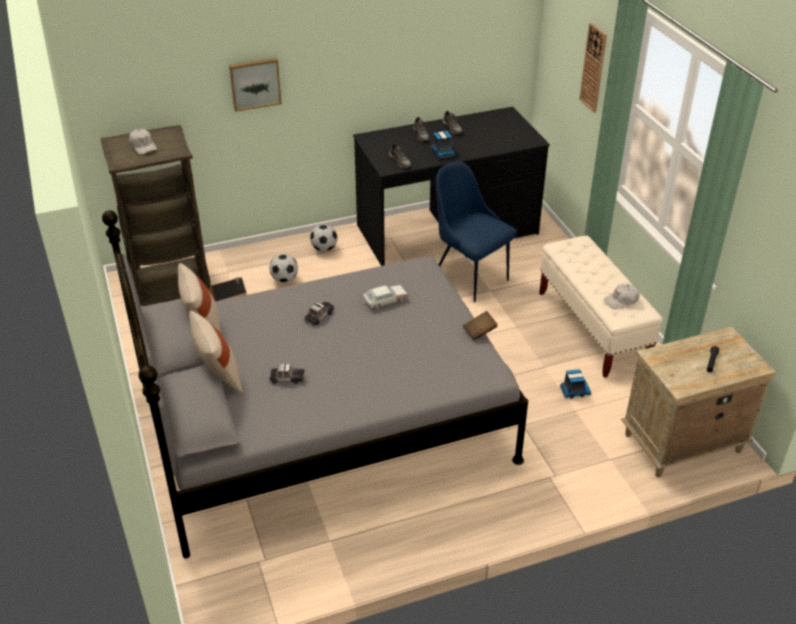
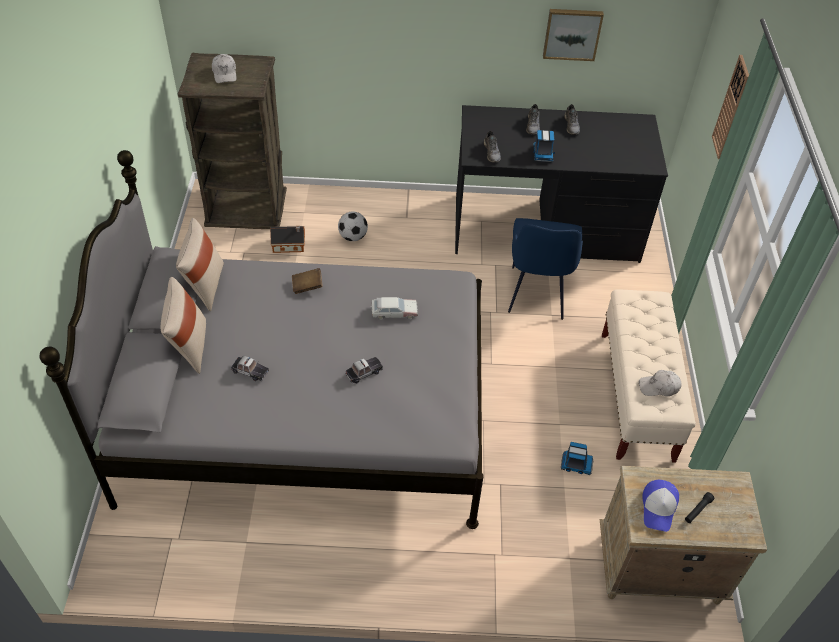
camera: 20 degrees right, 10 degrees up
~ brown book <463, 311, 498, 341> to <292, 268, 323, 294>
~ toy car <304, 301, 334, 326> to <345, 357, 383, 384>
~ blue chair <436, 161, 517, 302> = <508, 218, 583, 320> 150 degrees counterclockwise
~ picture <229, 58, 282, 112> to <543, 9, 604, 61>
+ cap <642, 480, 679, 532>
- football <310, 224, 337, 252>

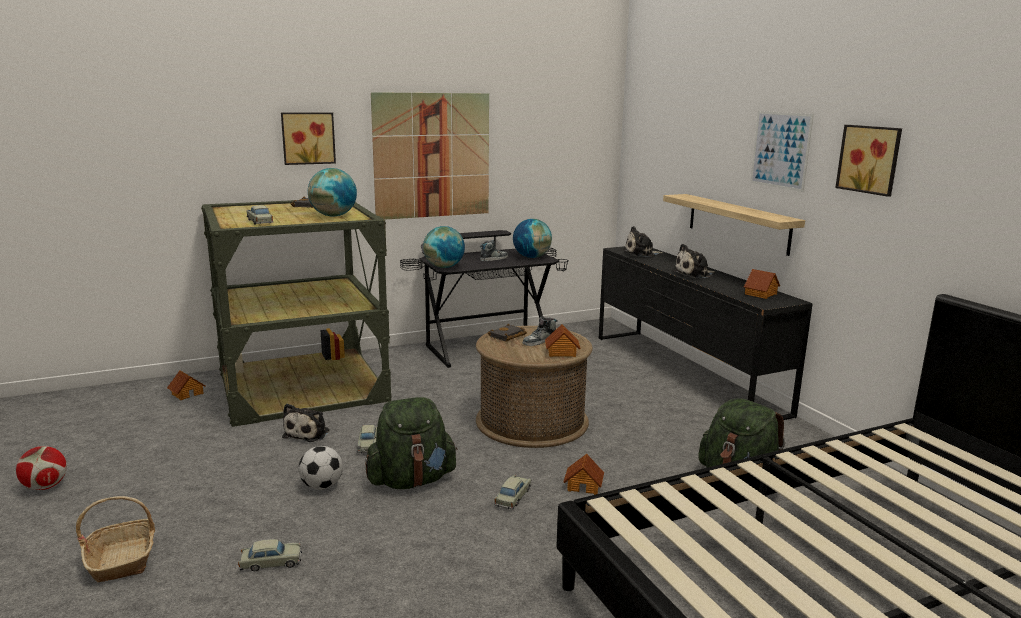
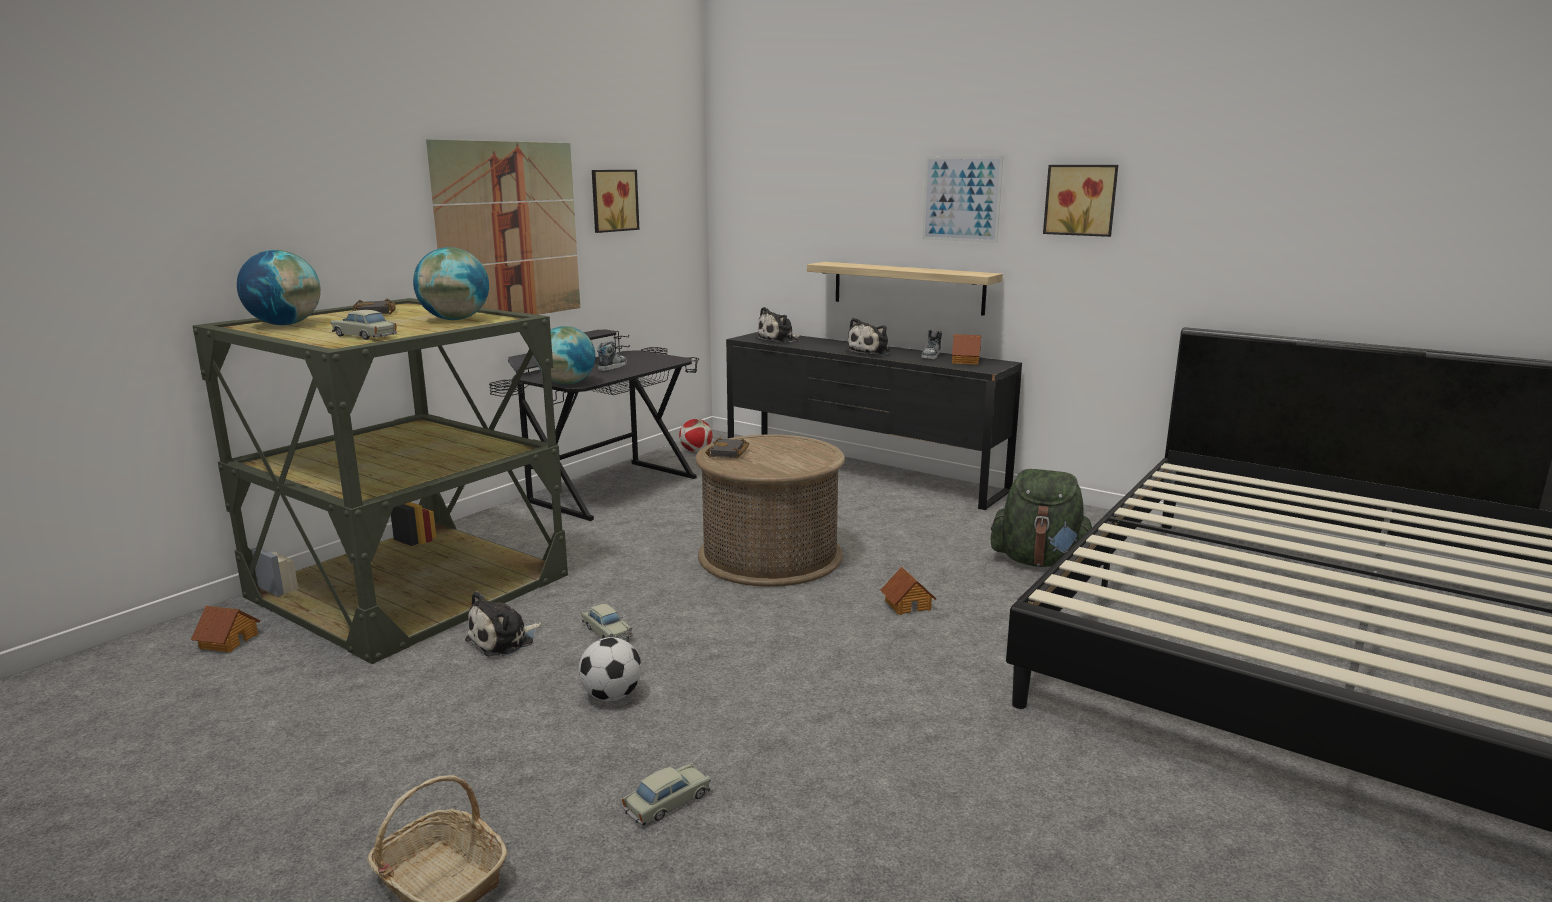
camera: 30 degrees left, 0 degrees up
~ globe <513, 219, 552, 258> to <237, 250, 321, 325>
~ plush toy <282, 403, 330, 442> = <465, 591, 542, 657> 60 degrees clockwise
~ picture <281, 112, 336, 165> to <592, 170, 639, 233>
~ football <16, 446, 67, 490> to <679, 419, 713, 452>
~ shoe <522, 317, 558, 346> to <921, 330, 942, 359>
- green backpack <365, 397, 458, 489>
- beige toy car <494, 474, 531, 509>
- toy house <545, 324, 581, 357>

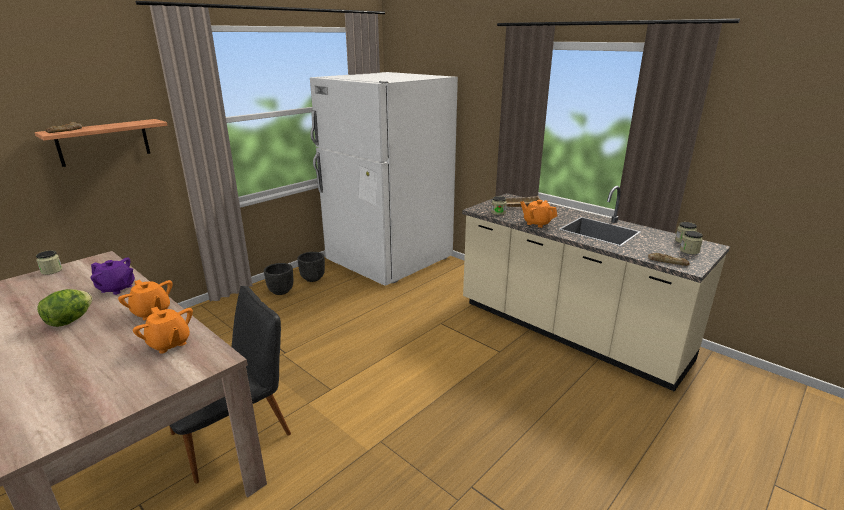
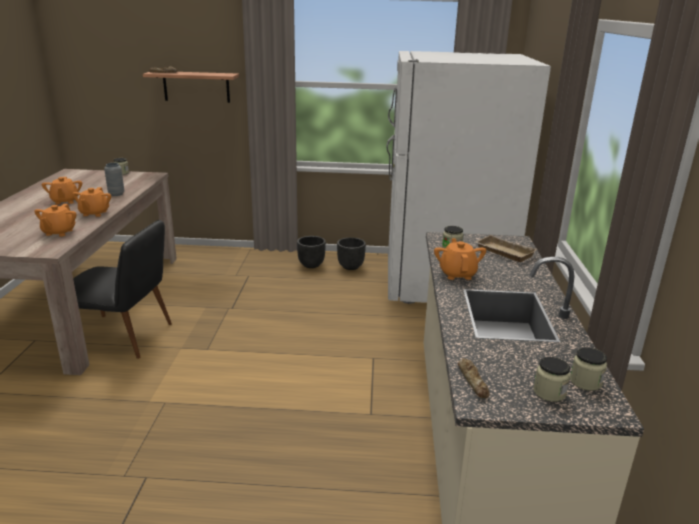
camera: 50 degrees right, 0 degrees up
~ lettuce <37, 289, 92, 327> to orange teapot <42, 177, 82, 205>
~ purple teapot <91, 258, 135, 295> to grey vase <104, 163, 124, 196>

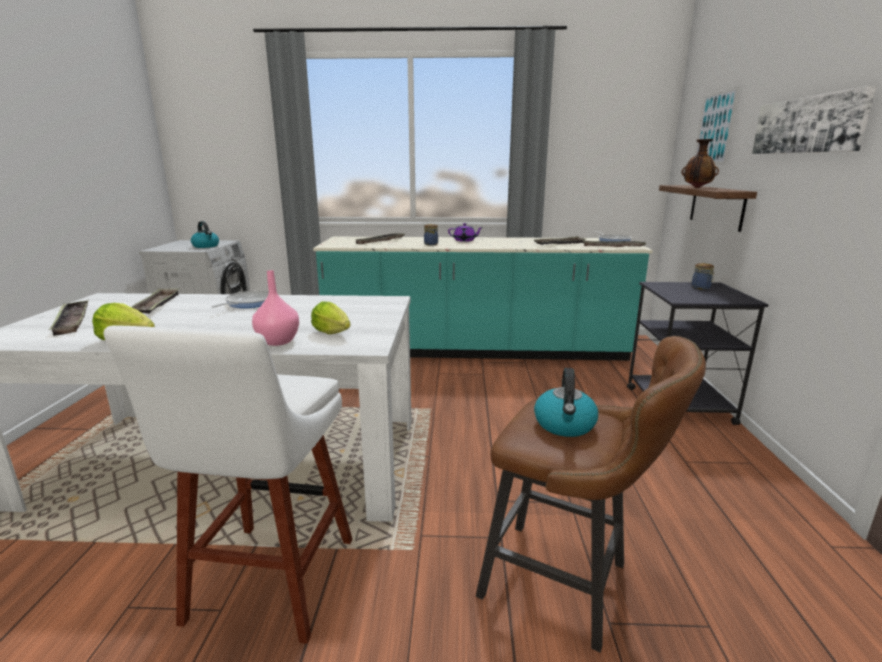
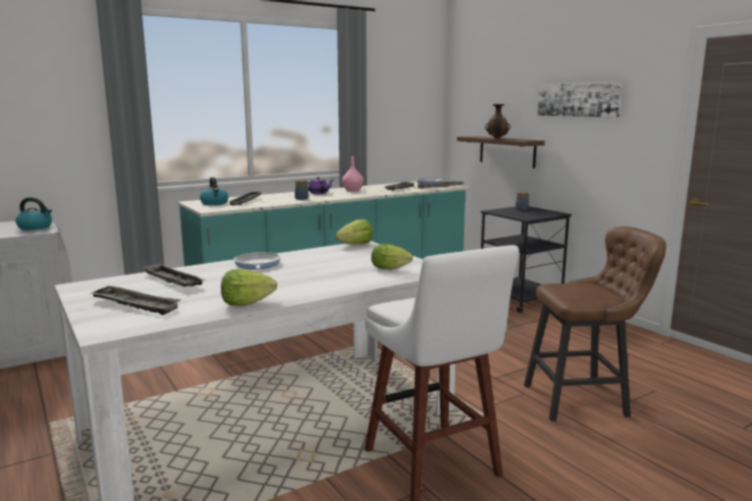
camera: 35 degrees left, 5 degrees down
~ kettle <534, 368, 598, 437> to <200, 177, 228, 205>
+ lettuce <335, 219, 373, 245>
~ pink vase <252, 270, 299, 346> to <342, 156, 363, 192>
- picture <694, 86, 740, 164>

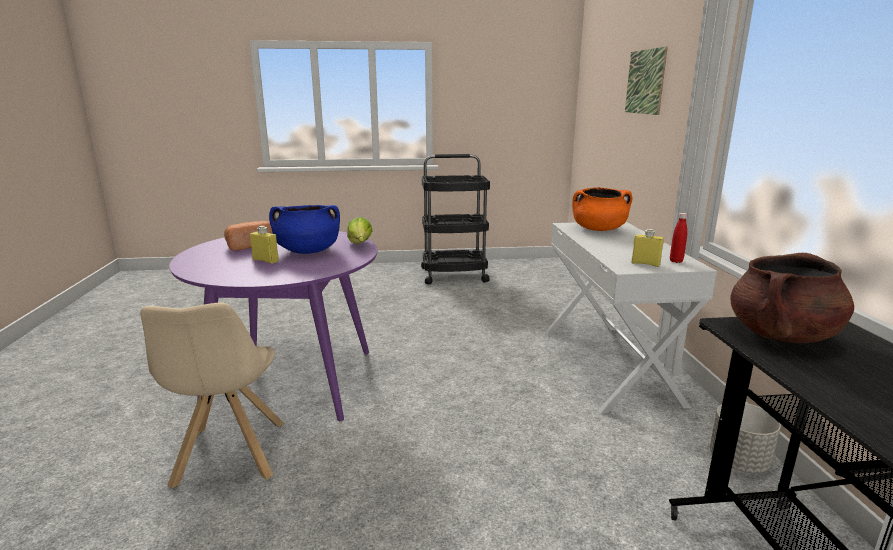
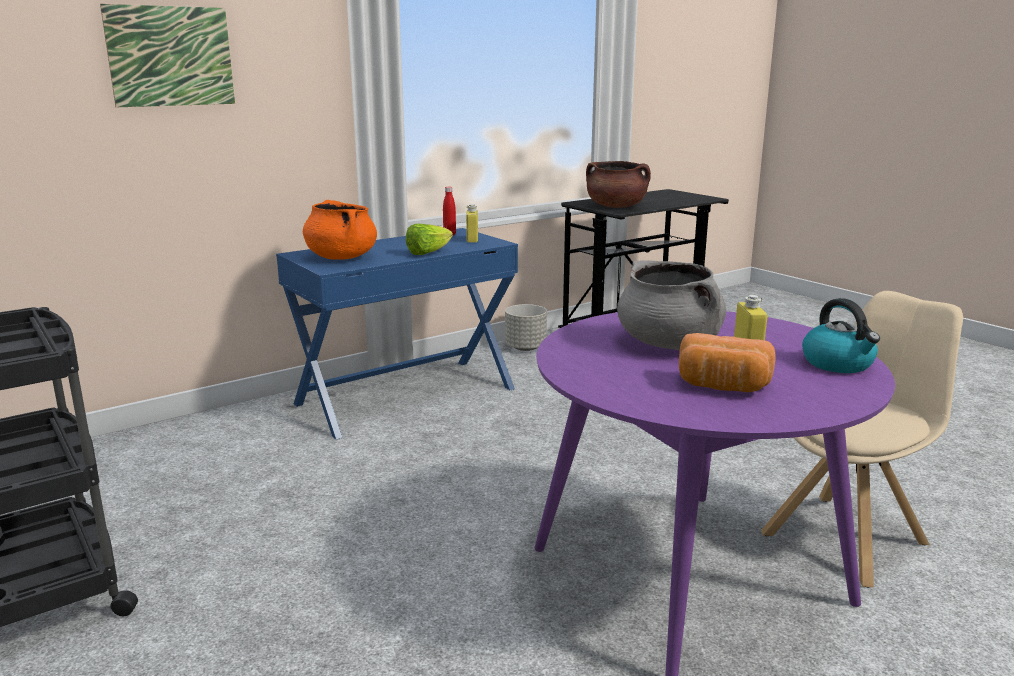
camera: 120 degrees left, 0 degrees up
~ white console table <546, 222, 717, 414> to blue console table <276, 228, 518, 440>
~ lettuce <347, 217, 373, 244> to <406, 224, 453, 255>
~ blue cooking pot <269, 205, 340, 254> to grey cooking pot <617, 260, 726, 350>
+ kettle <802, 298, 880, 373>

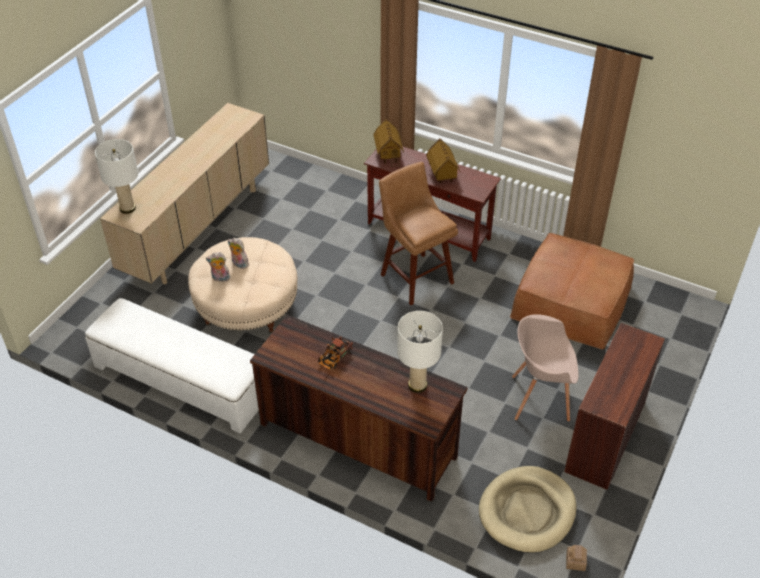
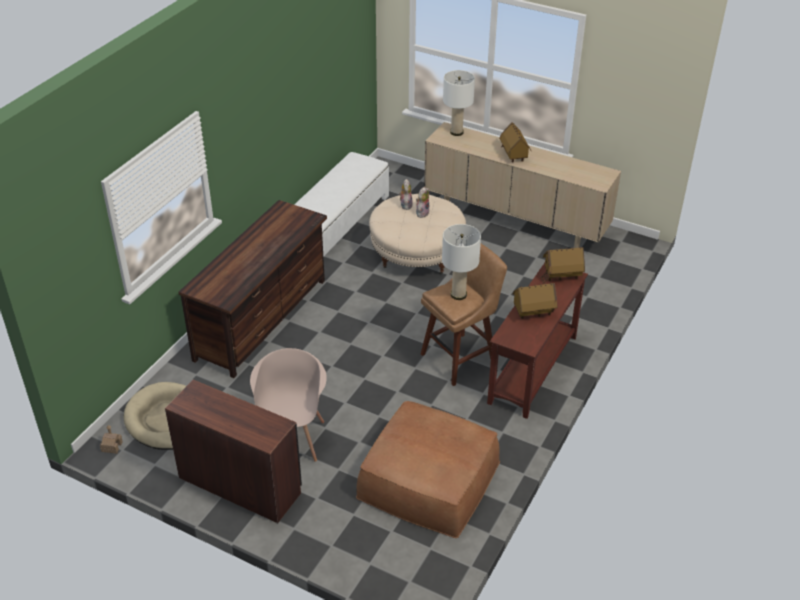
camera: 90 degrees right, 5 degrees down
~ white table lamp <397, 311, 443, 393> to <442, 224, 481, 300>
+ toy house <499, 122, 532, 163>
- toy truck <318, 336, 353, 370>

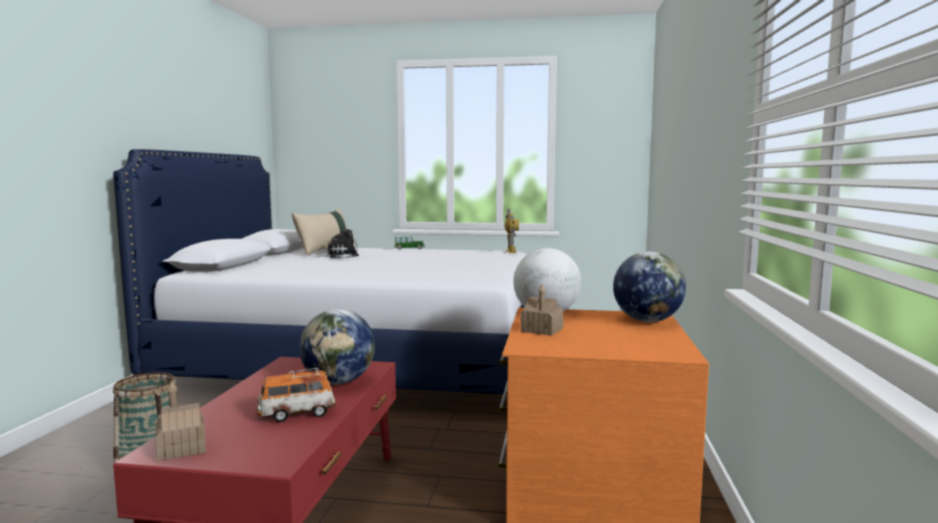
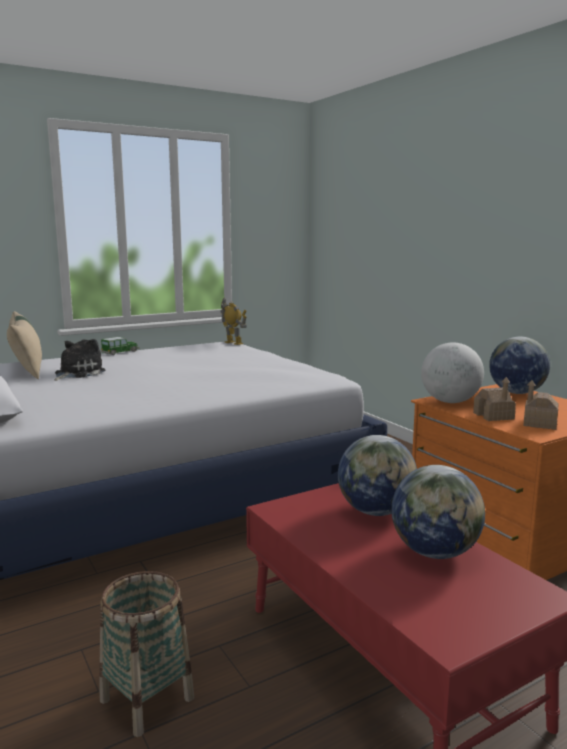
camera: 40 degrees left, 5 degrees up
~ toy car <256, 368, 336, 422> to globe <391, 465, 485, 559>
~ toy house <156, 382, 206, 462> to <523, 380, 559, 430>

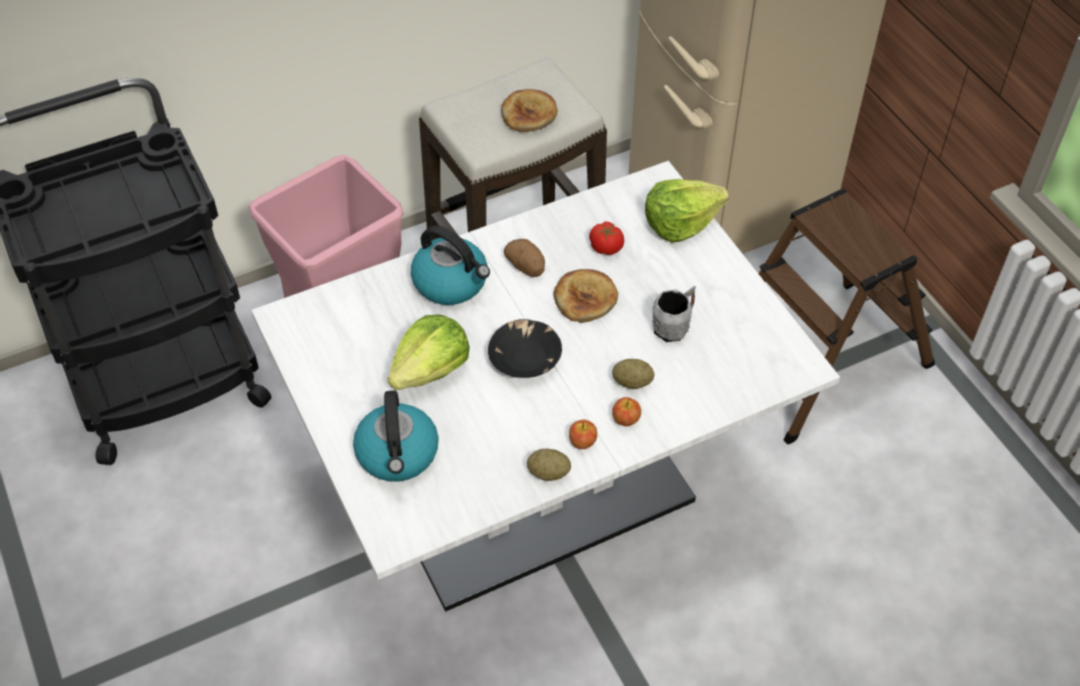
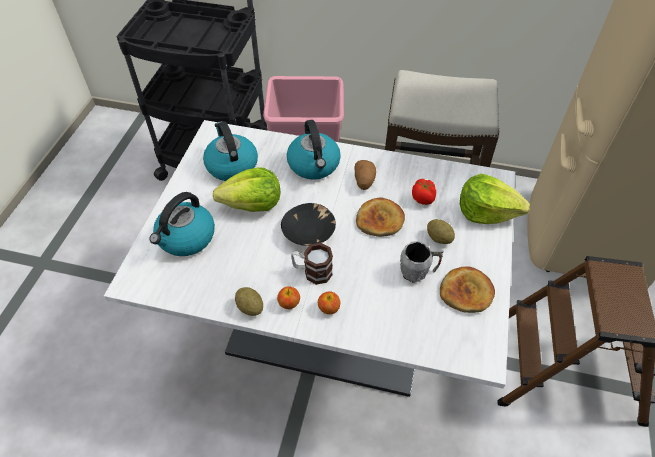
camera: 40 degrees right, 0 degrees up
+ kettle <203, 121, 258, 181>
+ mug <291, 243, 333, 285>
~ potato <612, 359, 654, 389> to <427, 219, 455, 244>
~ bread <501, 89, 558, 132> to <440, 266, 495, 313>

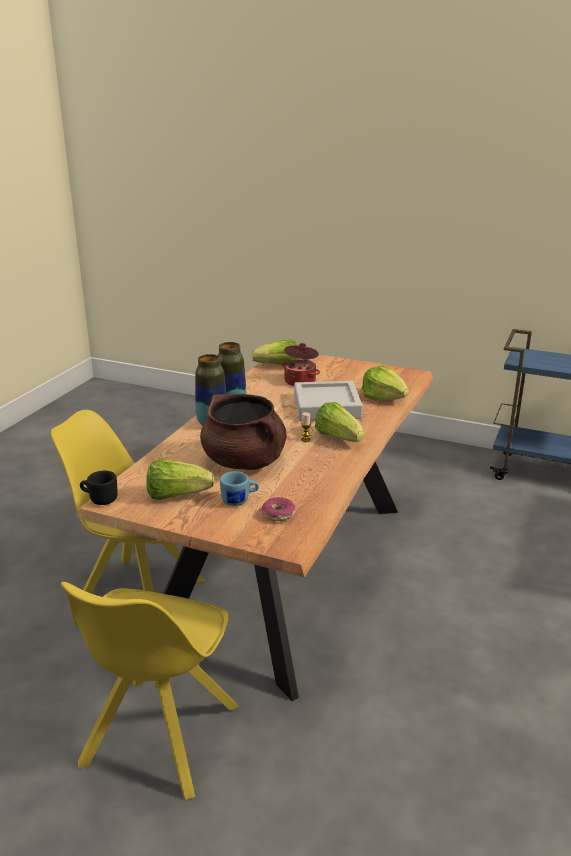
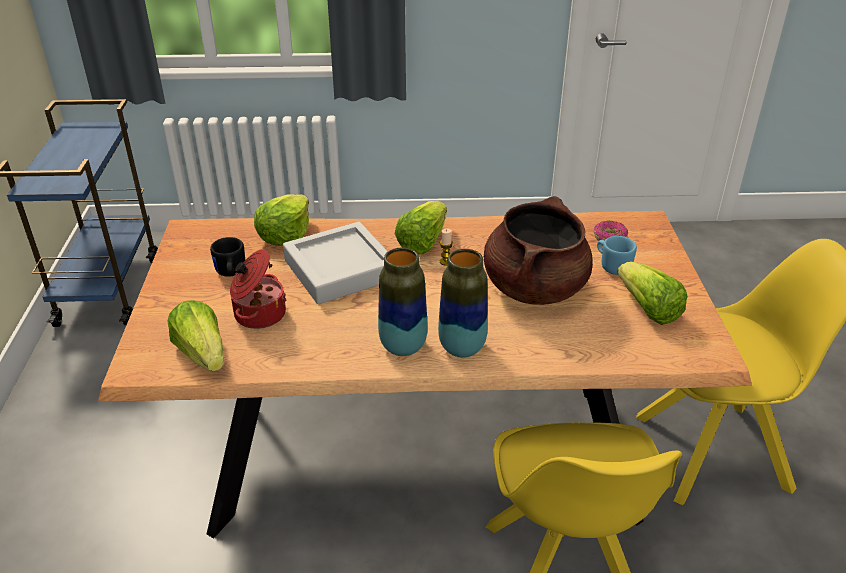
camera: 115 degrees left, 10 degrees up
~ black mug <80, 471, 118, 505> to <210, 237, 245, 277>

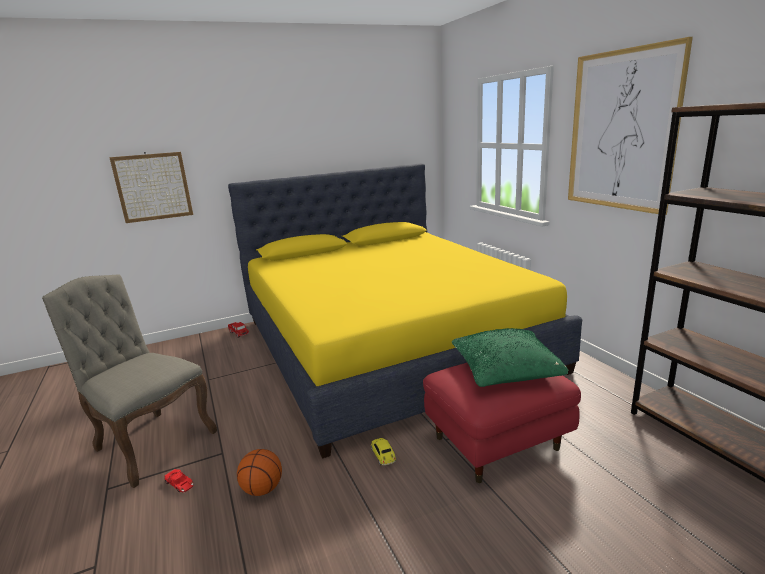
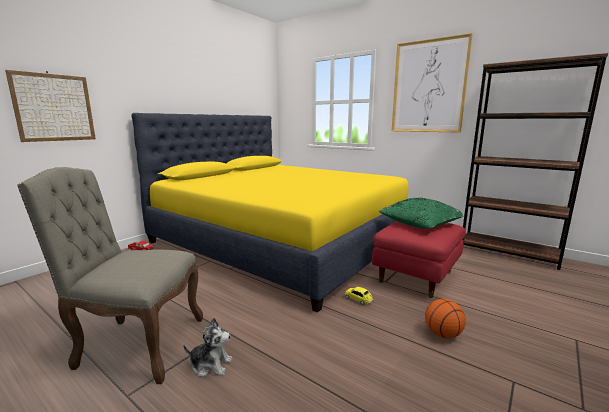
camera: 30 degrees left, 5 degrees down
~ red toy car <164, 469, 193, 493> to plush toy <183, 317, 233, 377>
~ basketball <237, 449, 282, 496> to <425, 299, 466, 338>

